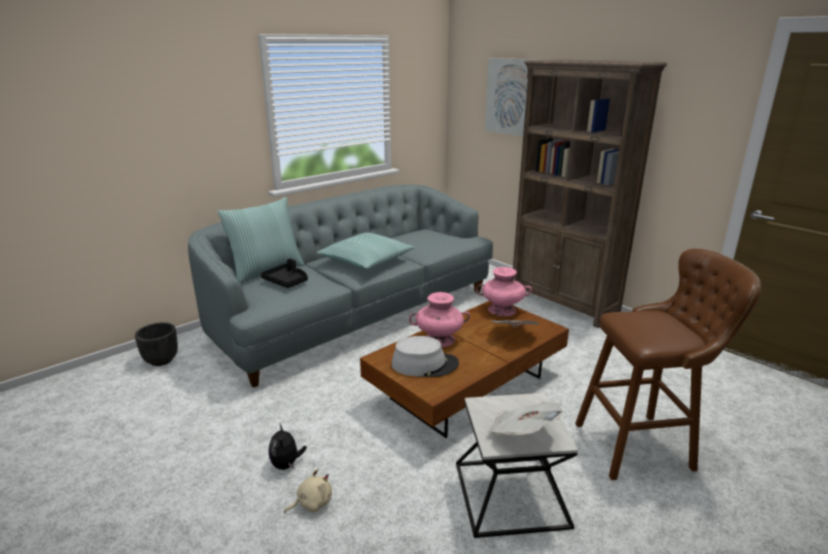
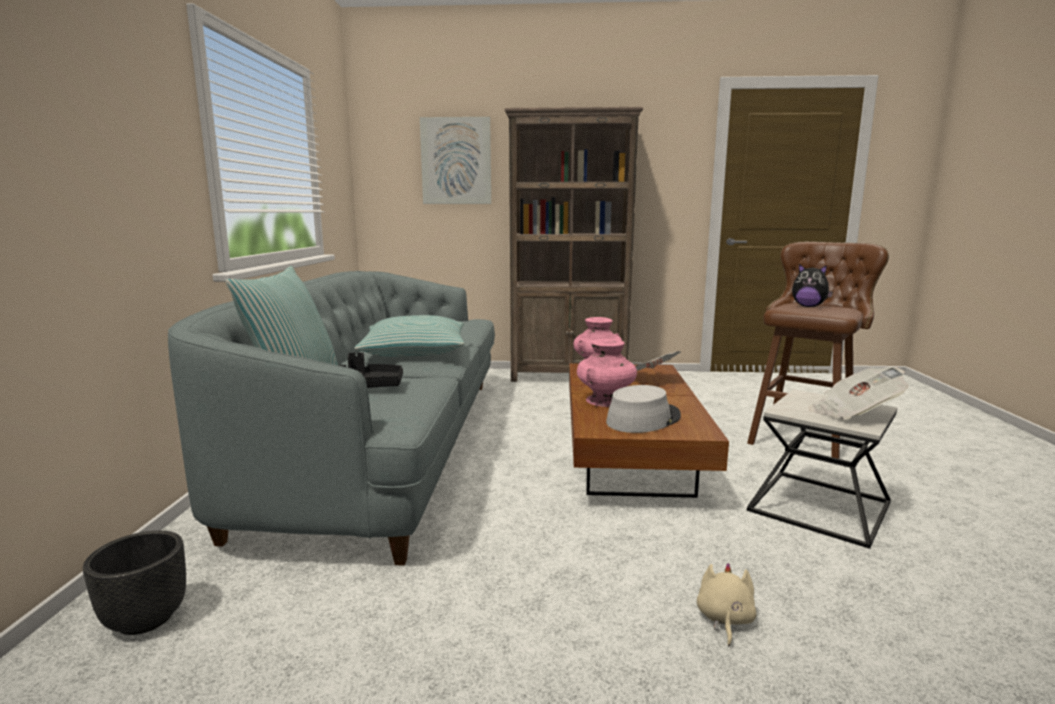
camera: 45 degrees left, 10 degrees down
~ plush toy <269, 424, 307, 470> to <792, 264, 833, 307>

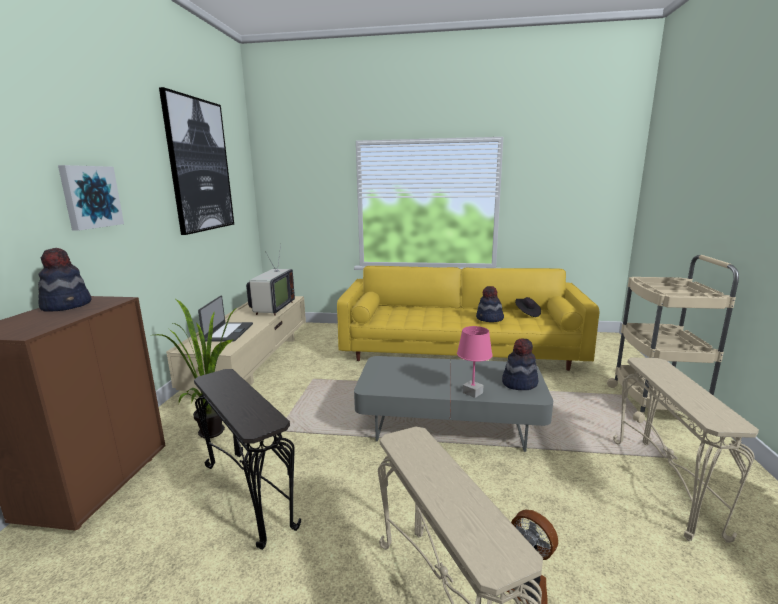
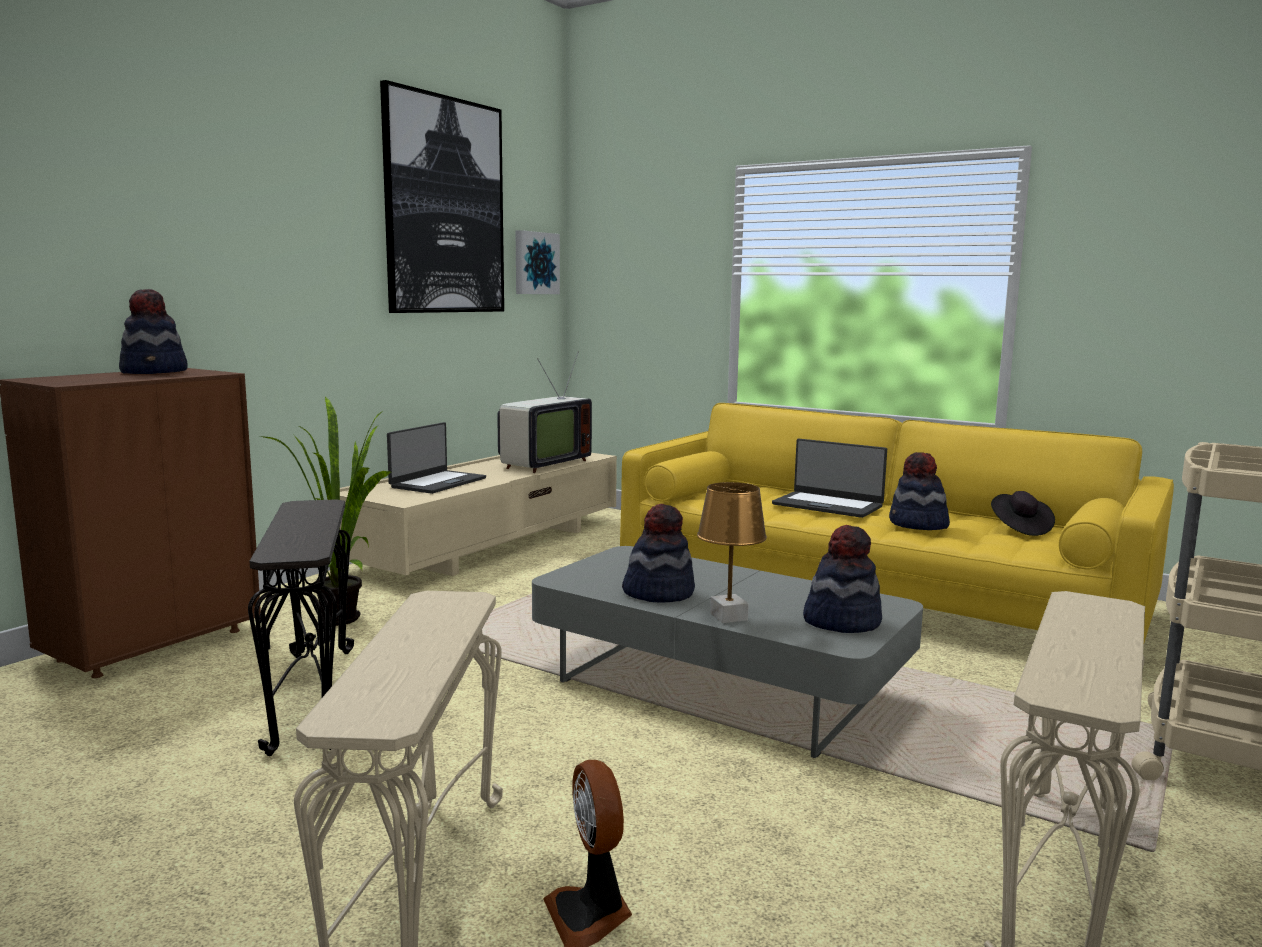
camera: 25 degrees right, 5 degrees down
~ picture <58, 165, 124, 231> to <516, 230, 560, 294>
+ hat <622, 504, 695, 602>
~ pink table lamp <457, 326, 493, 398> to brown table lamp <697, 482, 767, 623>
+ laptop <772, 439, 887, 518>

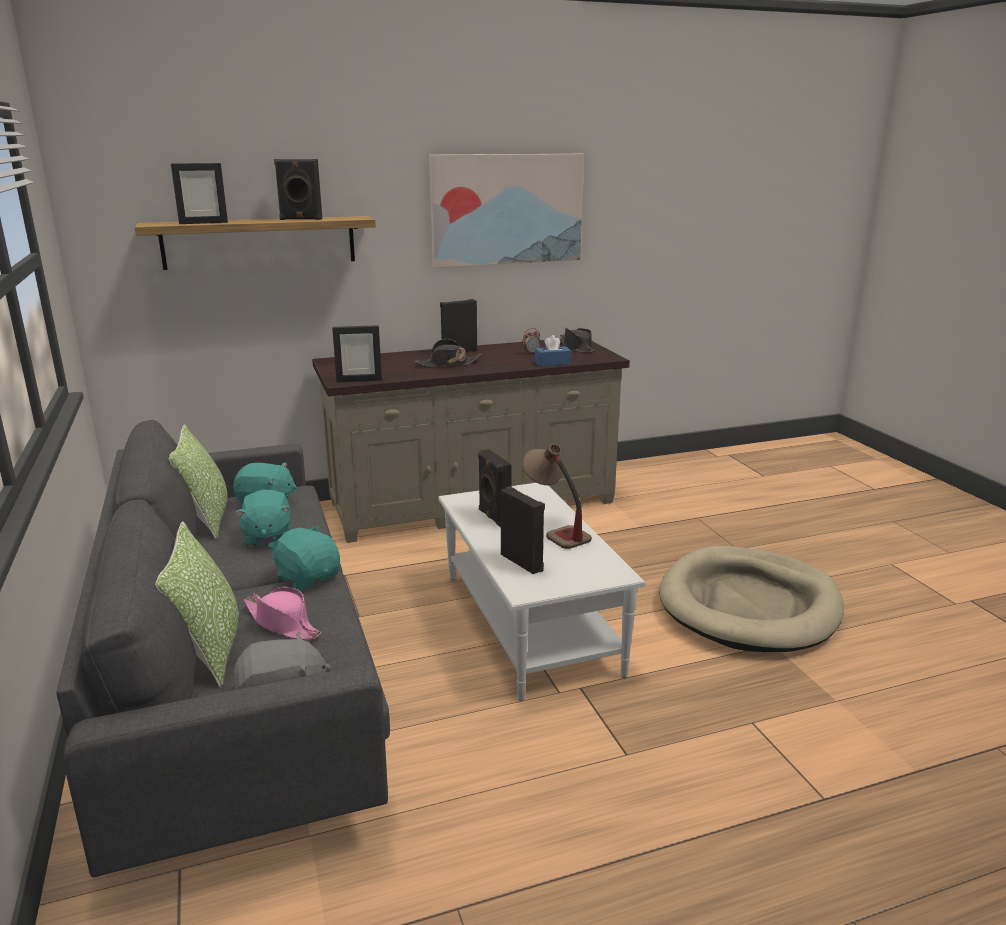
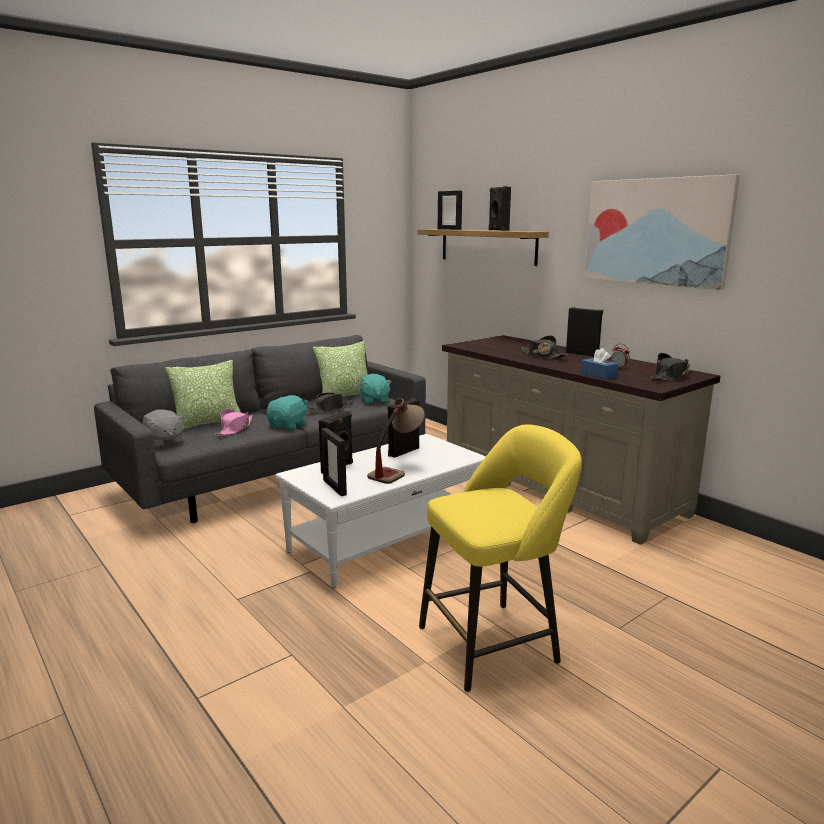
camera: 70 degrees right, 5 degrees down
~ turquoise plush toy <235, 489, 291, 547> to black hat <307, 392, 353, 413>
~ picture frame <332, 325, 382, 382> to <321, 428, 347, 496>
~ beige dog bed <659, 546, 844, 652> to yellow stool <419, 425, 582, 692>

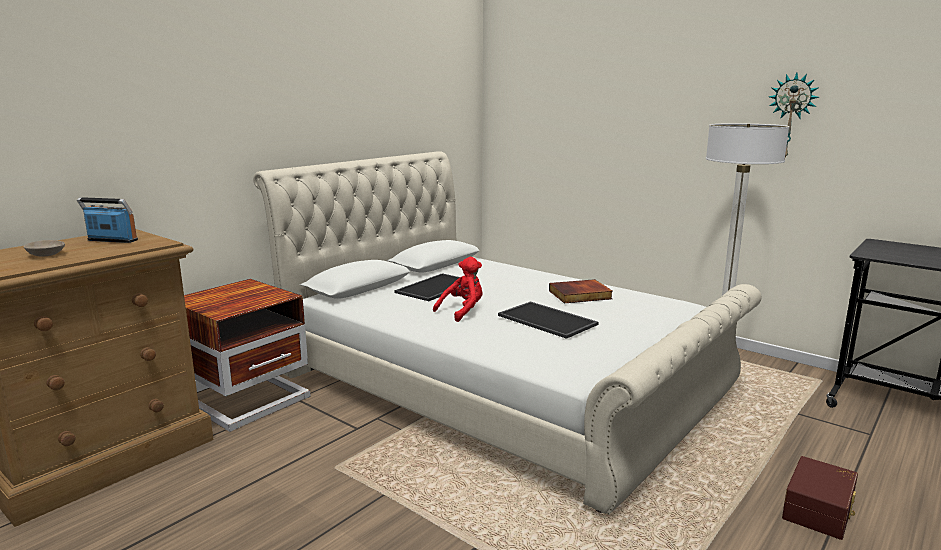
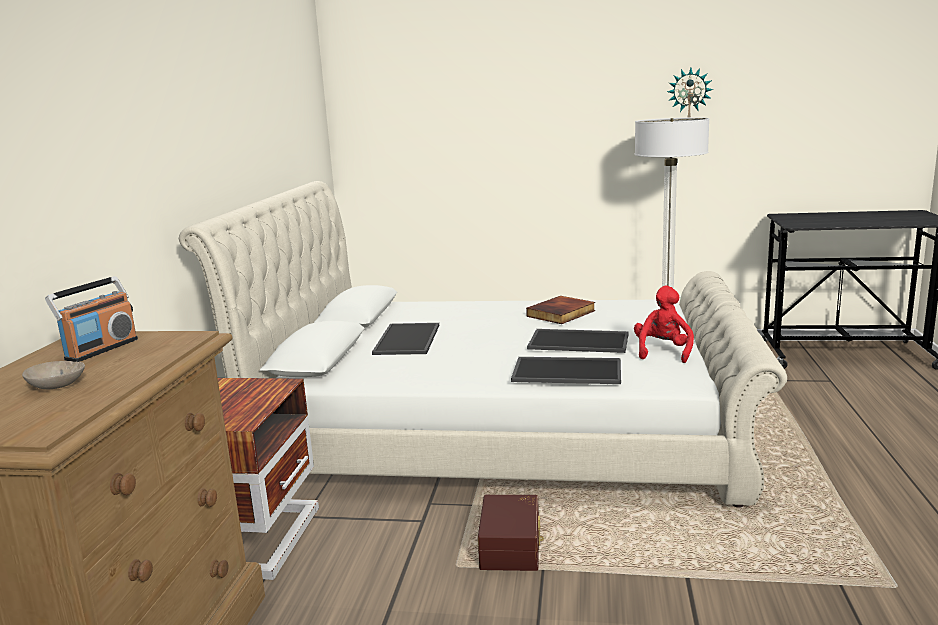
camera: 30 degrees left, 0 degrees up
~ radio <77, 197, 138, 243> = <45, 276, 138, 362> 135 degrees clockwise
~ brown storage box <782, 456, 858, 540> to <478, 495, 544, 571>
+ tray <511, 357, 621, 384>
~ red plush toy <433, 257, 483, 322> to <634, 286, 694, 363>

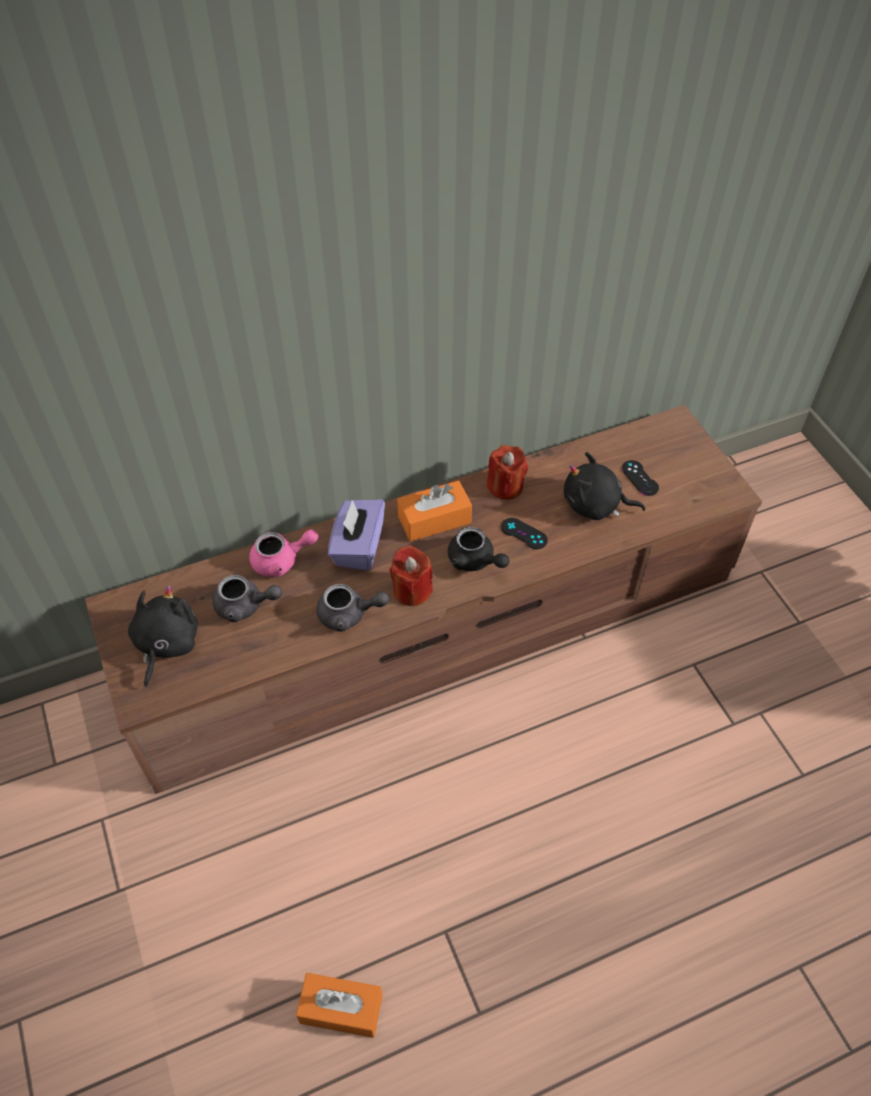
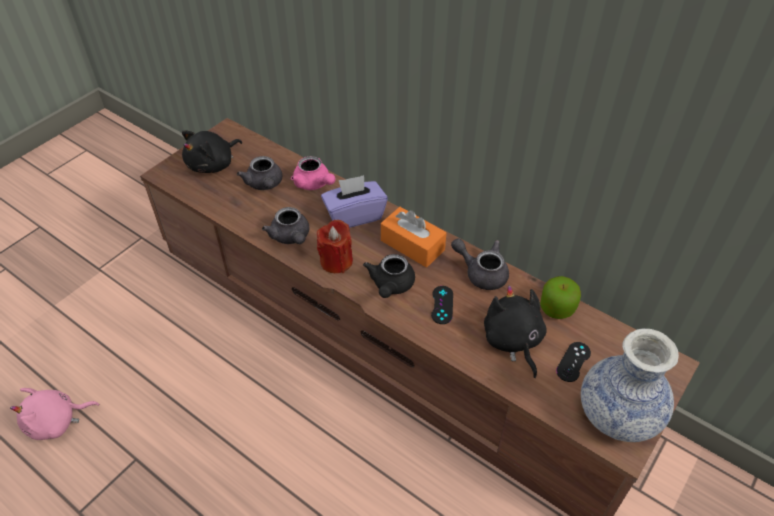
camera: 60 degrees right, 5 degrees down
~ orange tissue box <296, 973, 383, 1038> to pink plush toy <10, 388, 100, 440>
~ black plush toy <128, 585, 198, 688> = <182, 130, 242, 173> 150 degrees clockwise
~ red candle <487, 445, 528, 500> to grey teapot <451, 238, 509, 290>
+ apple <540, 276, 581, 319>
+ vase <581, 328, 679, 442>

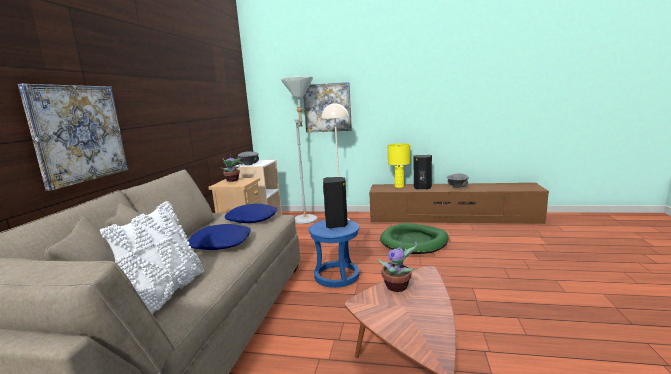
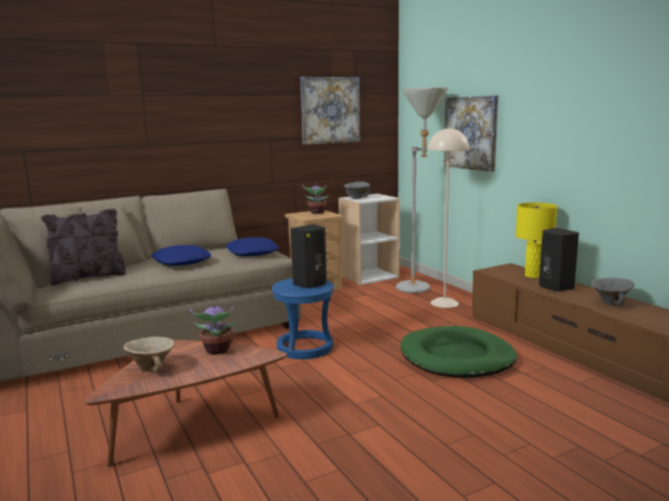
camera: 50 degrees right, 0 degrees up
~ white pillow <100, 201, 204, 314> to black pillow <41, 209, 126, 286>
+ beige bowl <124, 337, 175, 373>
~ picture <18, 84, 128, 191> to <300, 77, 360, 145>

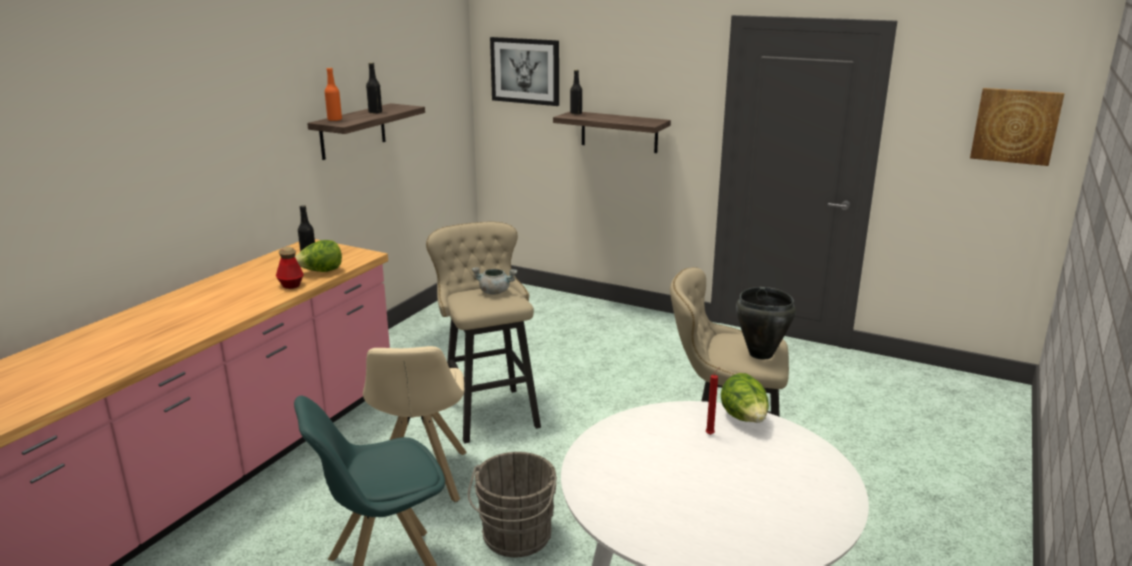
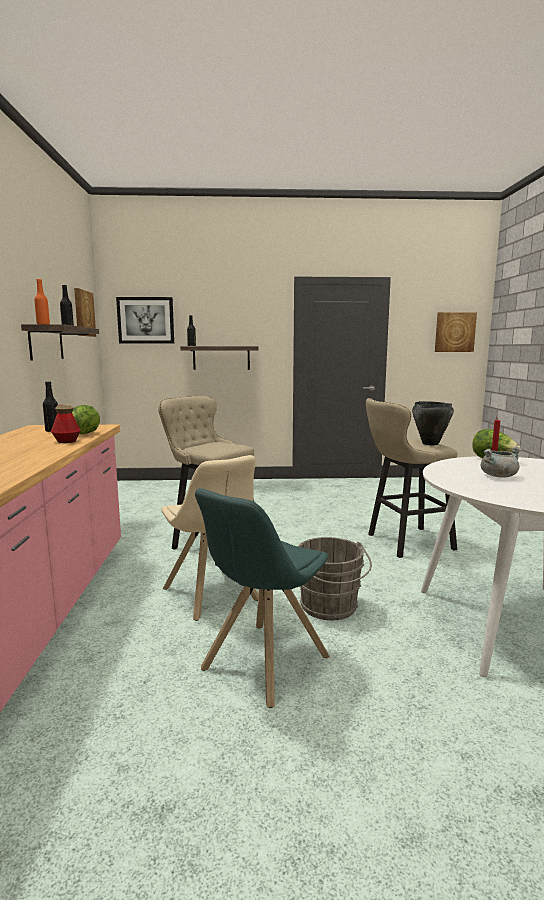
camera: 30 degrees left, 10 degrees down
+ picture <74, 288, 96, 337>
~ grey cooking pot <472, 267, 517, 295> to <481, 447, 522, 478>

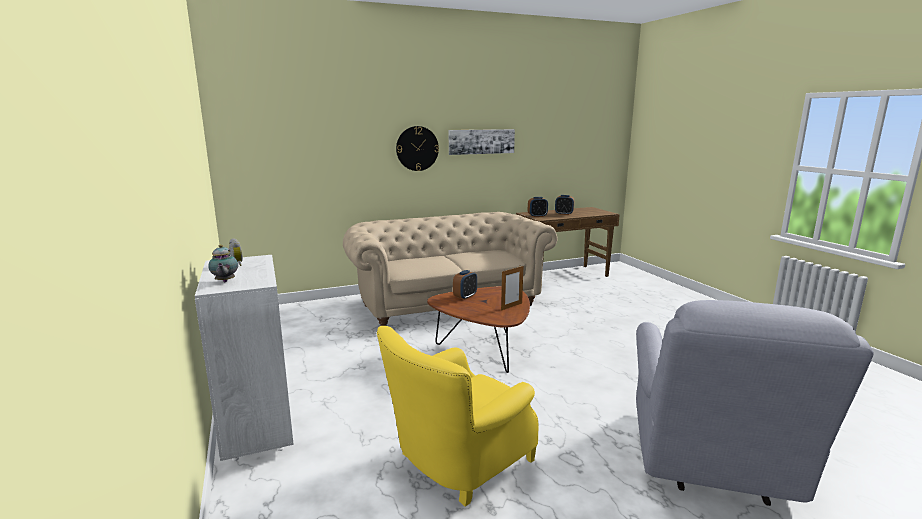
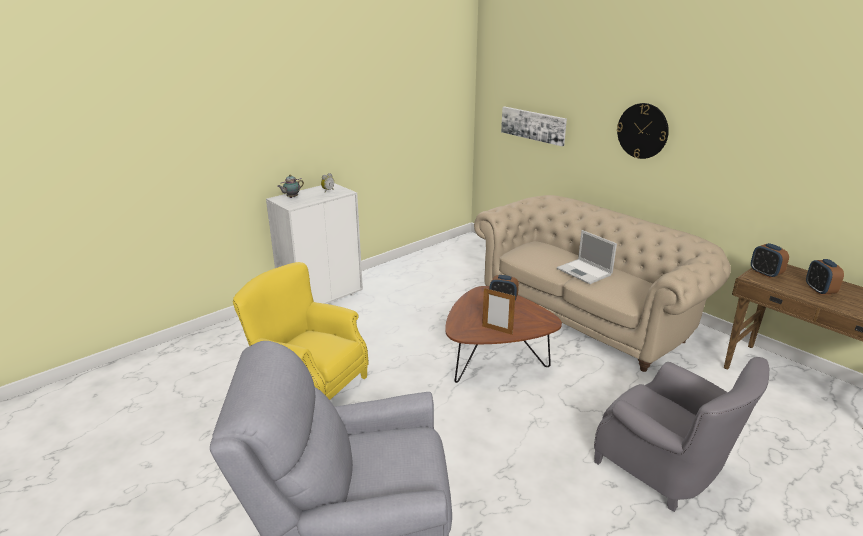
camera: 70 degrees right, 10 degrees up
~ picture <449, 129, 515, 155> to <501, 107, 567, 146>
+ laptop <557, 230, 617, 284>
+ grey armchair <594, 357, 769, 512>

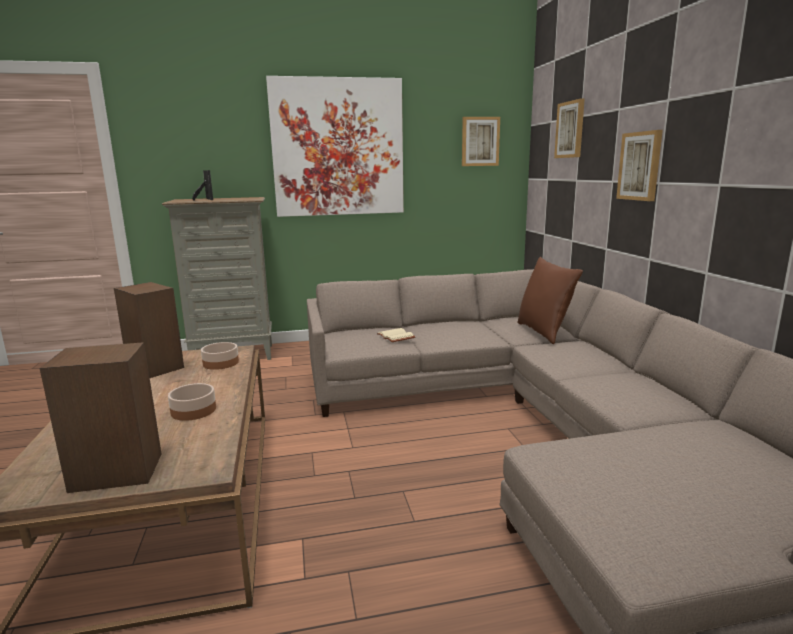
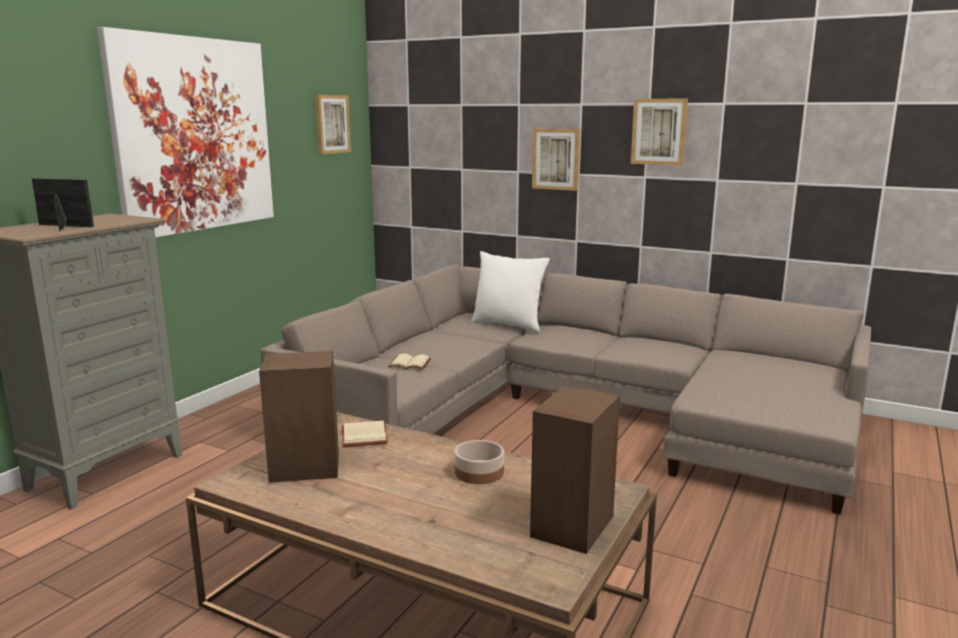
camera: 50 degrees left, 0 degrees up
~ bowl <201, 342, 239, 370> to beige book <342, 421, 388, 447>
~ brown pillow <517, 257, 583, 344> to white pillow <471, 251, 550, 332>
~ picture <554, 98, 585, 158> to <631, 98, 688, 166>

